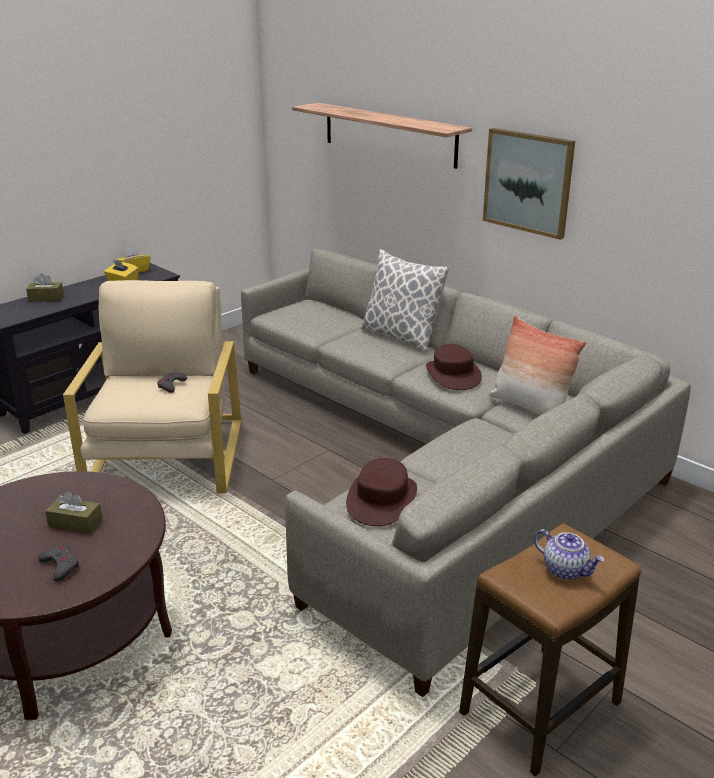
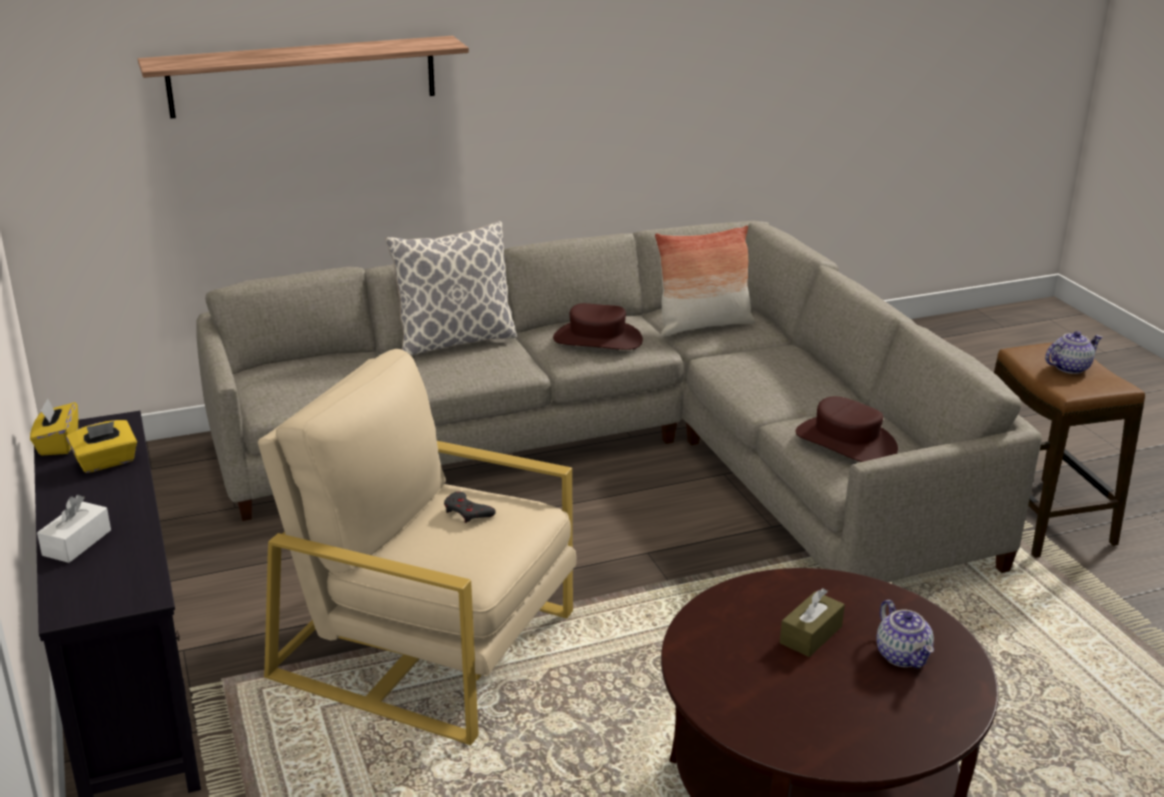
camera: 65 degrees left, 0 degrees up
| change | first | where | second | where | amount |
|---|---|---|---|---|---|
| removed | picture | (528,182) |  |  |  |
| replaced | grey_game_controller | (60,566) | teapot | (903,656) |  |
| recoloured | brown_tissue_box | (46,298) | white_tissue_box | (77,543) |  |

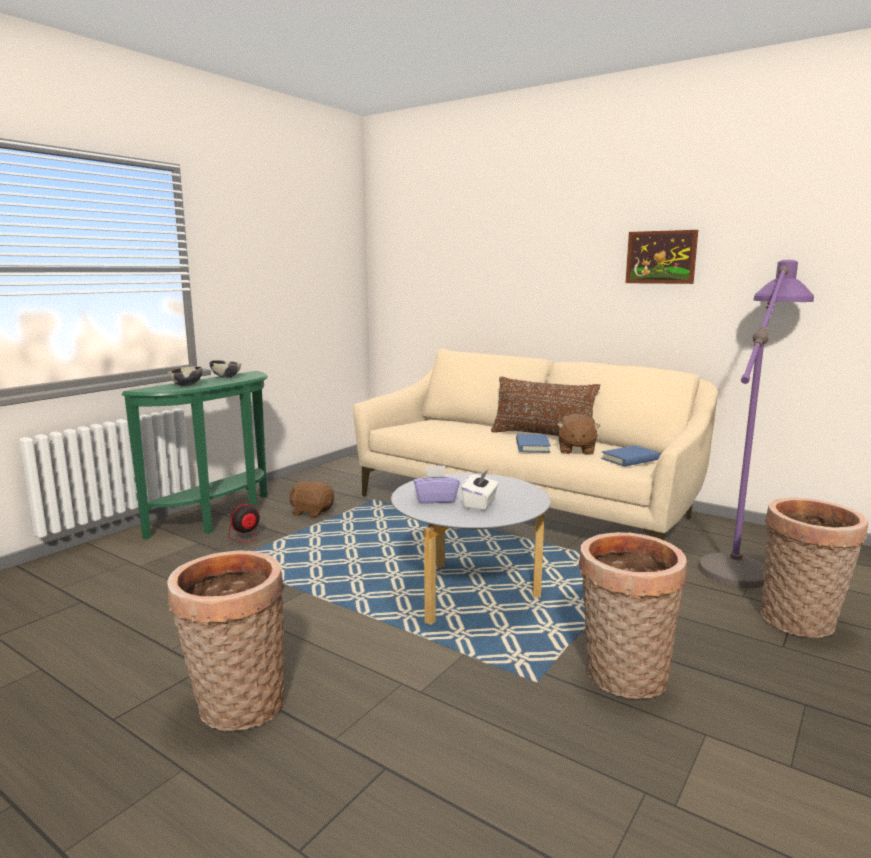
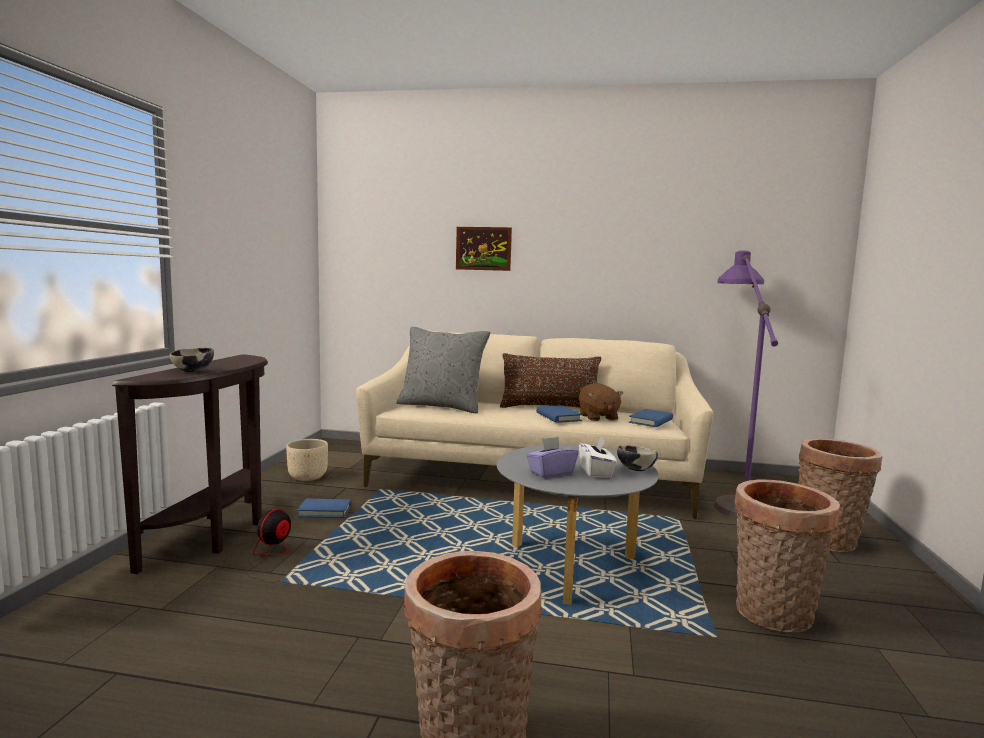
camera: 25 degrees left, 5 degrees down
| change | first | where | second | where | amount |
|---|---|---|---|---|---|
| added |  |  | beige_planter | (308,477) |  |
| added |  |  | grey_pillow | (442,406) |  |
| moved | bowl | (226,377) |  | (635,469) |  |
| moved | picture | (661,257) |  | (483,248) |  |
| replaced | brown_plush_toy | (312,512) | blue_book | (325,511) |  |
| recoloured | green_console_table | (220,519) | brown_console_table | (218,534) |  |

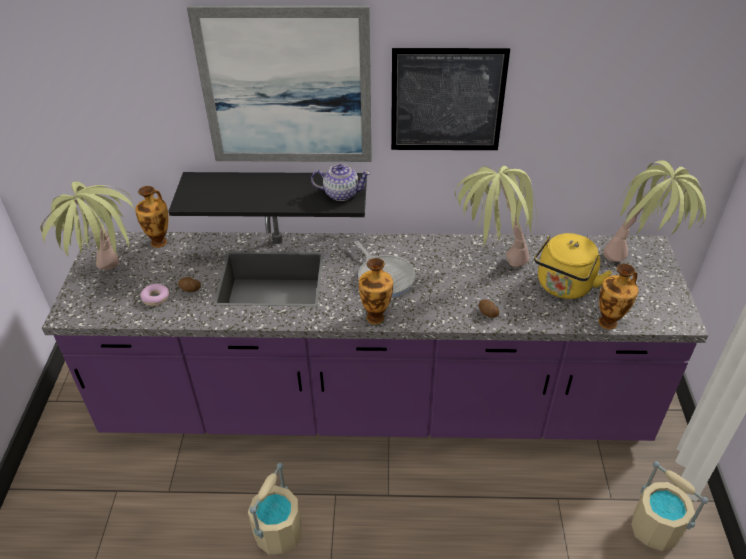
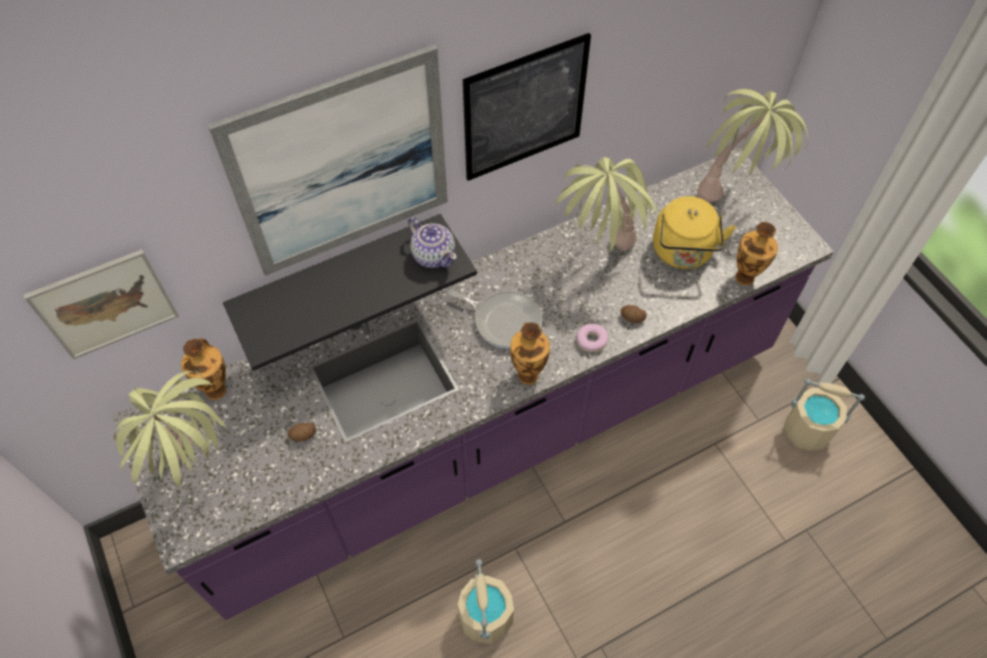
camera: 30 degrees left, 15 degrees up
| change | first | where | second | where | amount |
|---|---|---|---|---|---|
| added |  |  | picture | (105,304) |  |
| moved | donut | (156,298) |  | (591,340) |  |
| turned | teapot | (341,193) |  | (433,255) | 75 degrees clockwise |

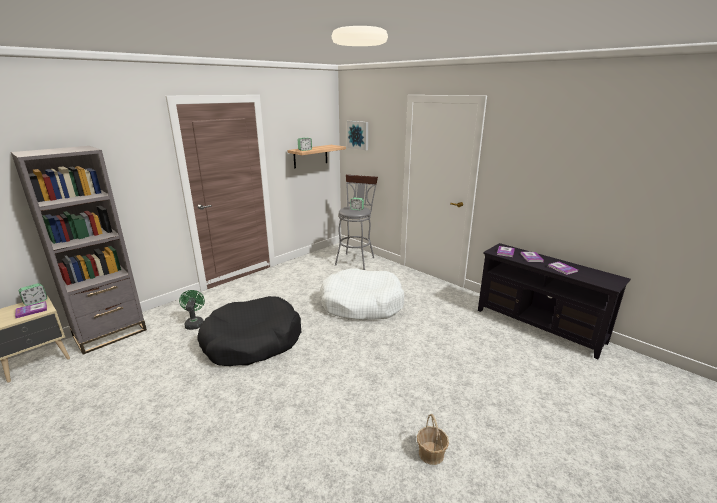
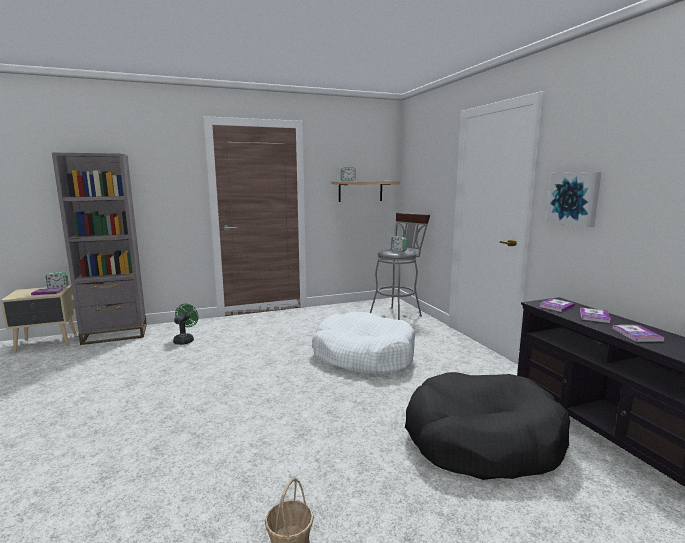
camera: 25 degrees right, 10 degrees down
| change | first | where | second | where | amount |
|---|---|---|---|---|---|
| moved | black_dog_bed | (252,341) |  | (482,440) |  |
| moved | picture | (358,135) |  | (574,198) |  |

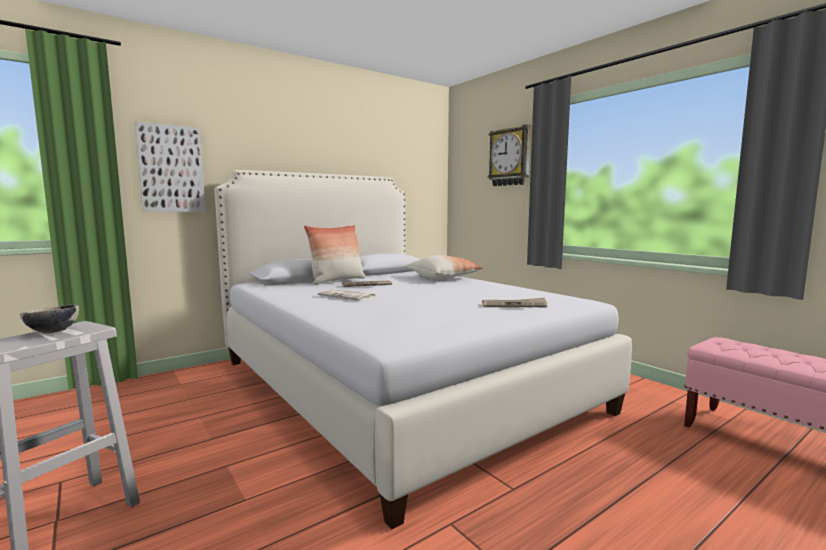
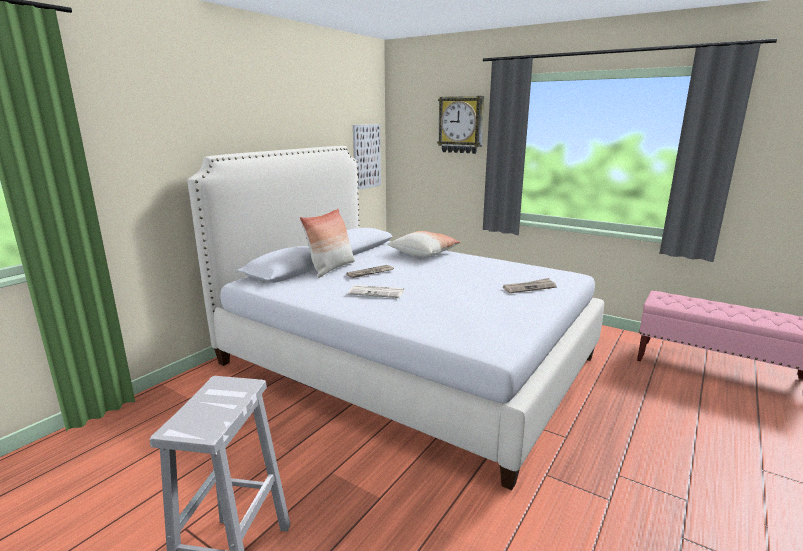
camera: 20 degrees left, 10 degrees up
| change | first | where | second | where | amount |
|---|---|---|---|---|---|
| removed | bowl | (53,332) |  |  |  |
| moved | picture | (171,169) |  | (366,156) |  |

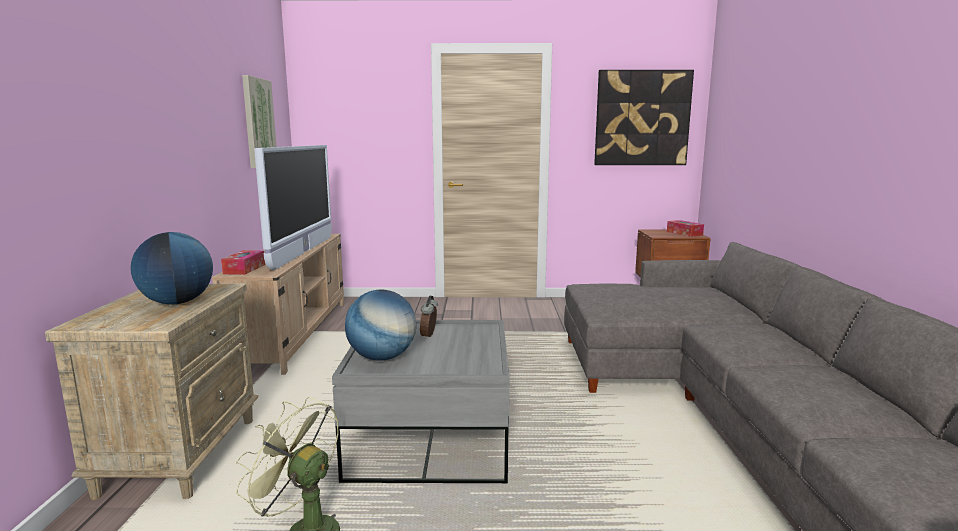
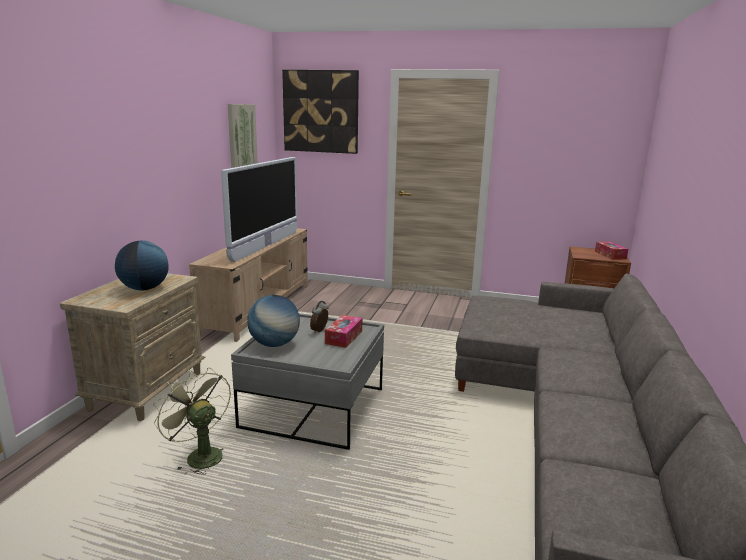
camera: 15 degrees right, 5 degrees up
| change | first | where | second | where | amount |
|---|---|---|---|---|---|
| moved | tissue_box | (244,269) |  | (344,337) |  |
| moved | picture | (642,118) |  | (321,111) |  |

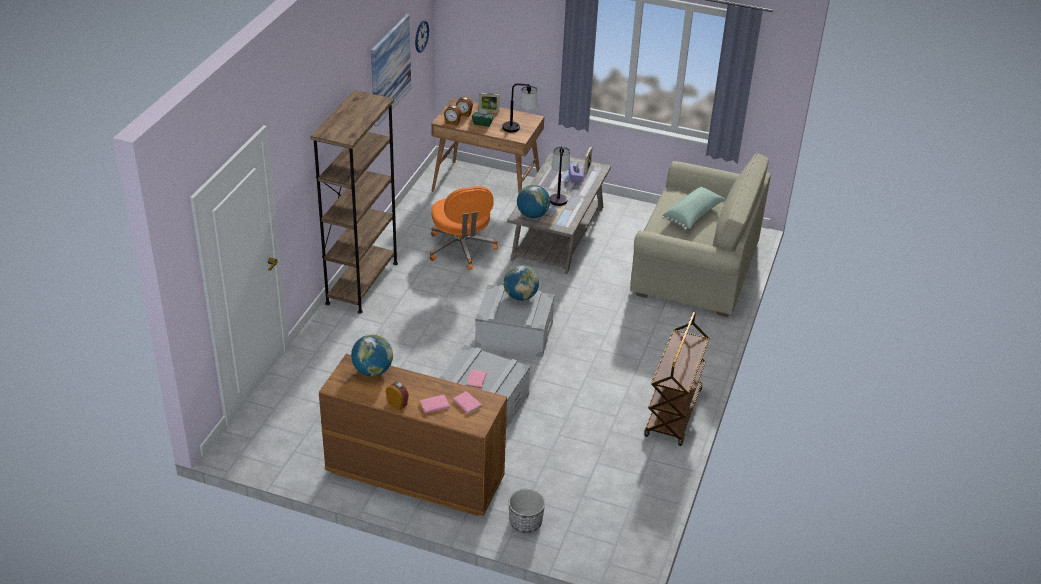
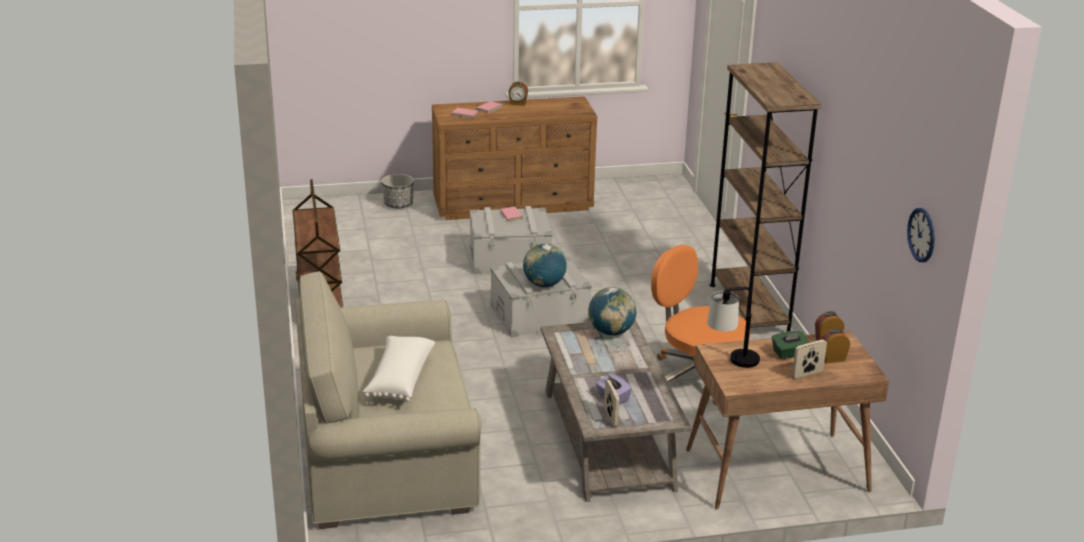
camera: 150 degrees right, 10 degrees down
| change | first | where | second | where | amount |
|---|---|---|---|---|---|
| removed | globe | (372,371) |  |  |  |
| removed | picture | (390,69) |  |  |  |
| removed | table_lamp | (558,196) |  |  |  |
| recoloured | green_pillow | (693,215) | white_pillow | (399,379) |  |

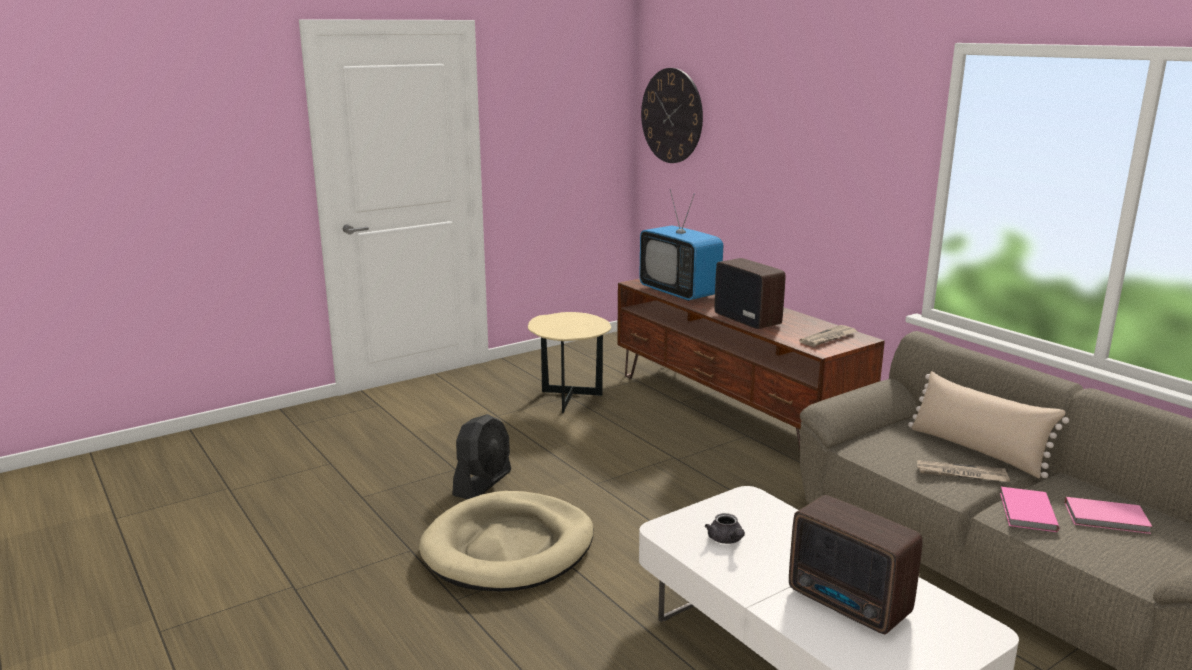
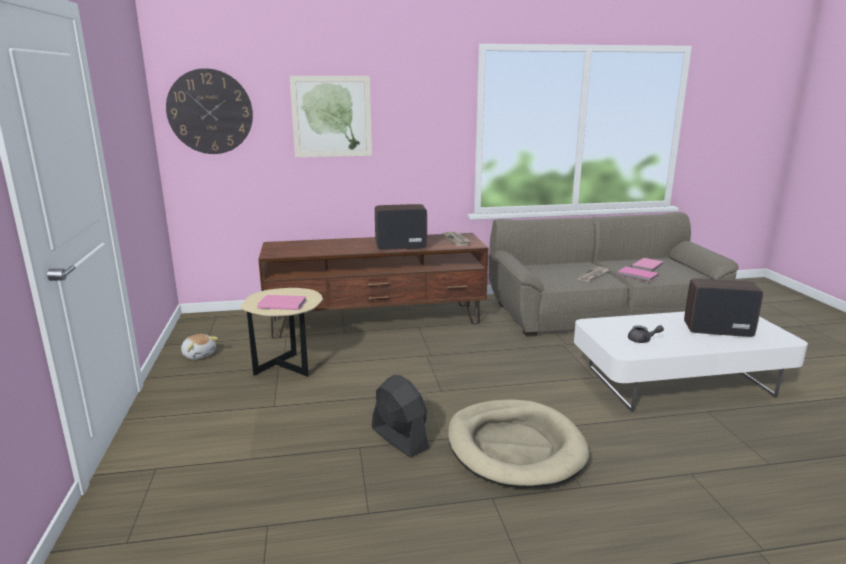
camera: 65 degrees left, 0 degrees up
| change | first | where | second | where | amount |
|---|---|---|---|---|---|
| removed | television | (679,292) |  |  |  |
| removed | beige_pillow | (977,450) |  |  |  |
| added |  |  | plush_toy | (199,354) |  |
| added |  |  | pink_book | (282,304) |  |
| added |  |  | picture | (332,116) |  |
| turned | radio | (849,605) |  | (715,330) | 150 degrees counterclockwise |

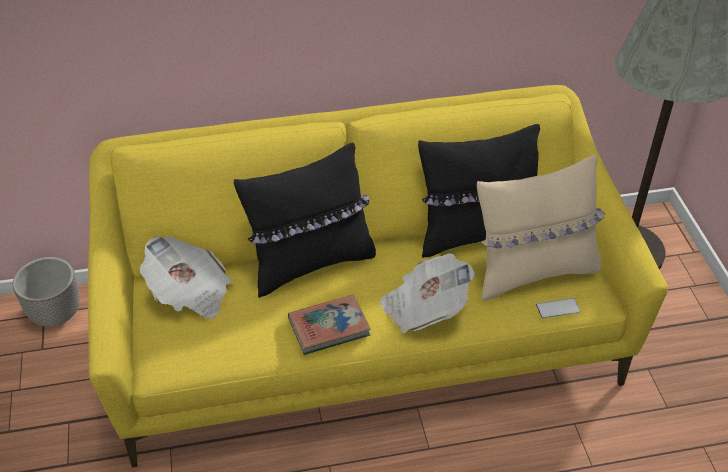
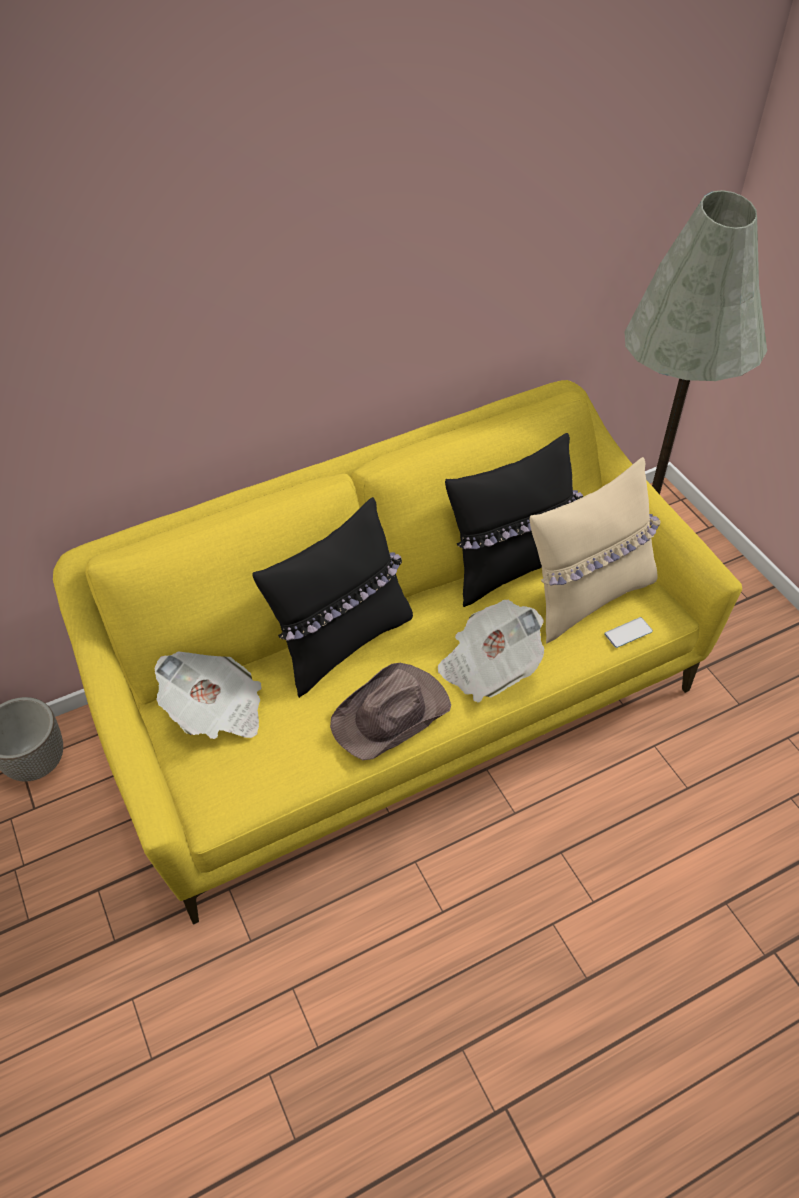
camera: 15 degrees left, 5 degrees up
| change | first | where | second | where | amount |
|---|---|---|---|---|---|
| replaced | book | (329,327) | brown_hat | (392,715) |  |

